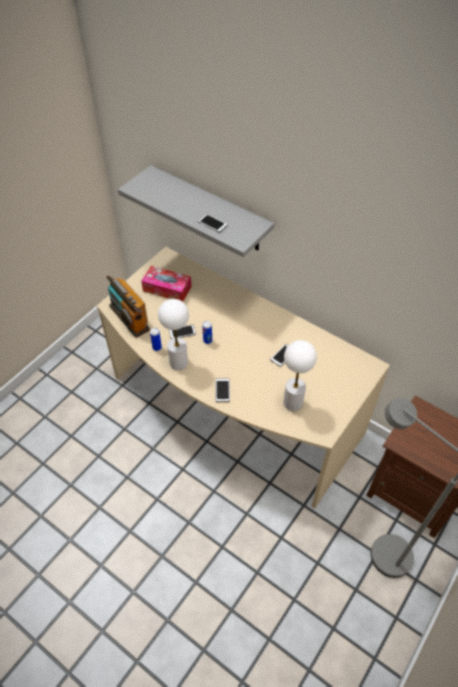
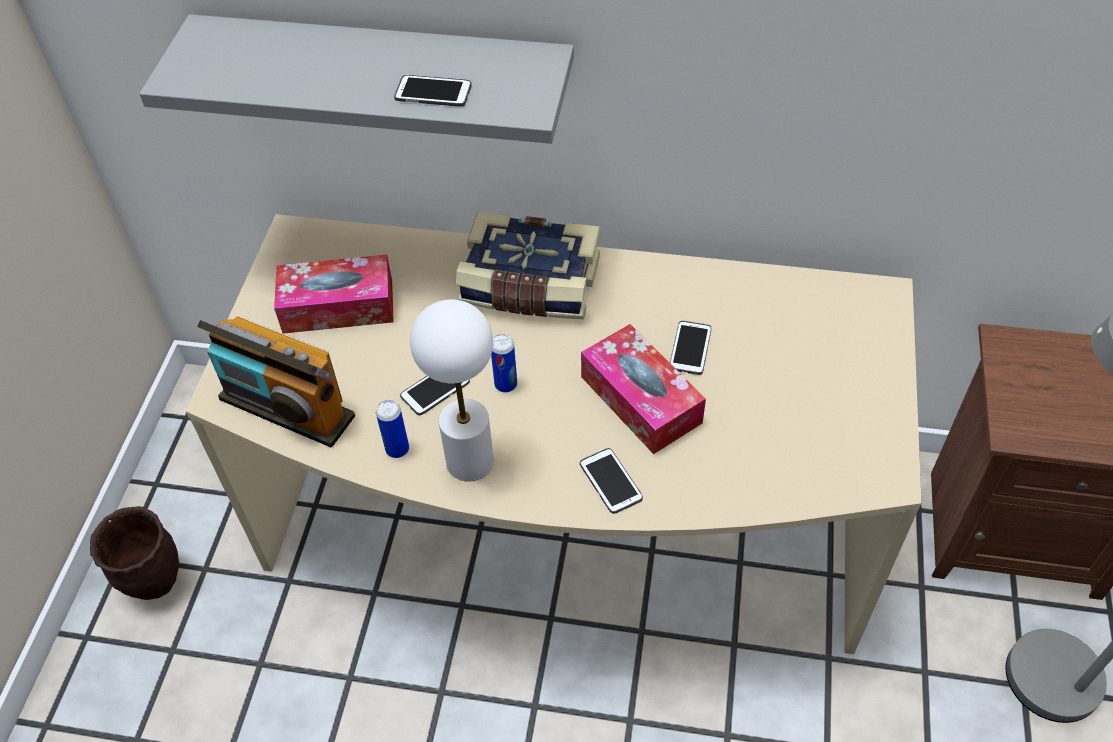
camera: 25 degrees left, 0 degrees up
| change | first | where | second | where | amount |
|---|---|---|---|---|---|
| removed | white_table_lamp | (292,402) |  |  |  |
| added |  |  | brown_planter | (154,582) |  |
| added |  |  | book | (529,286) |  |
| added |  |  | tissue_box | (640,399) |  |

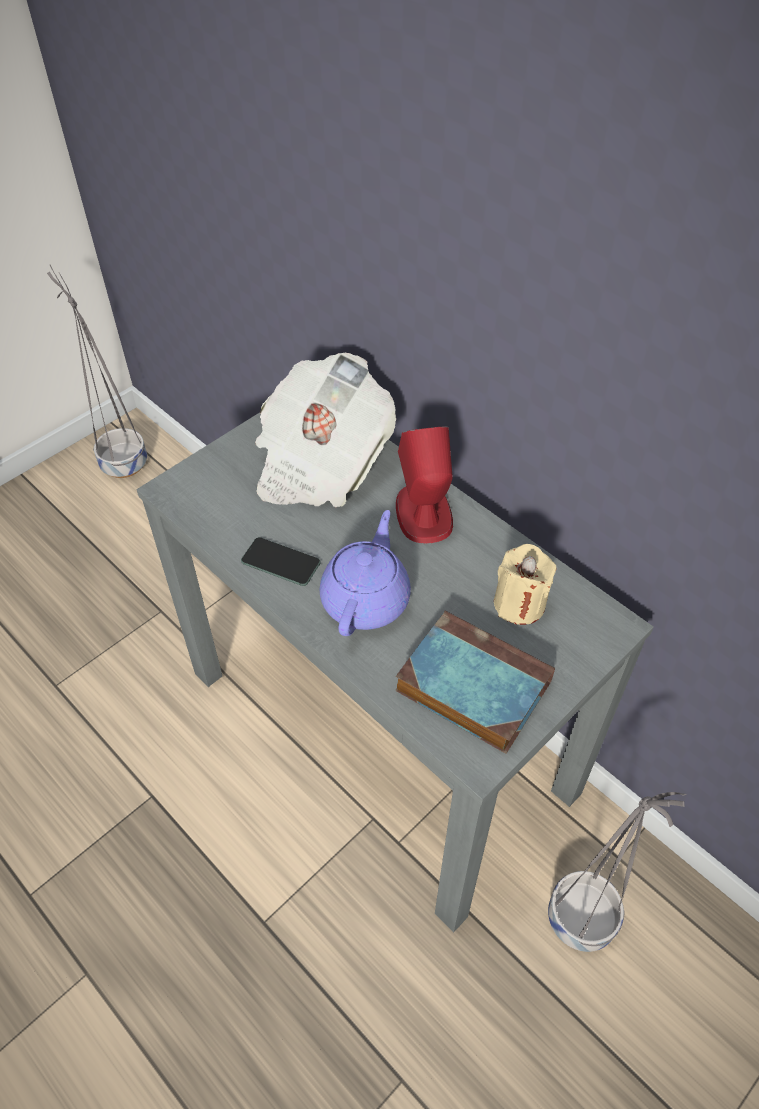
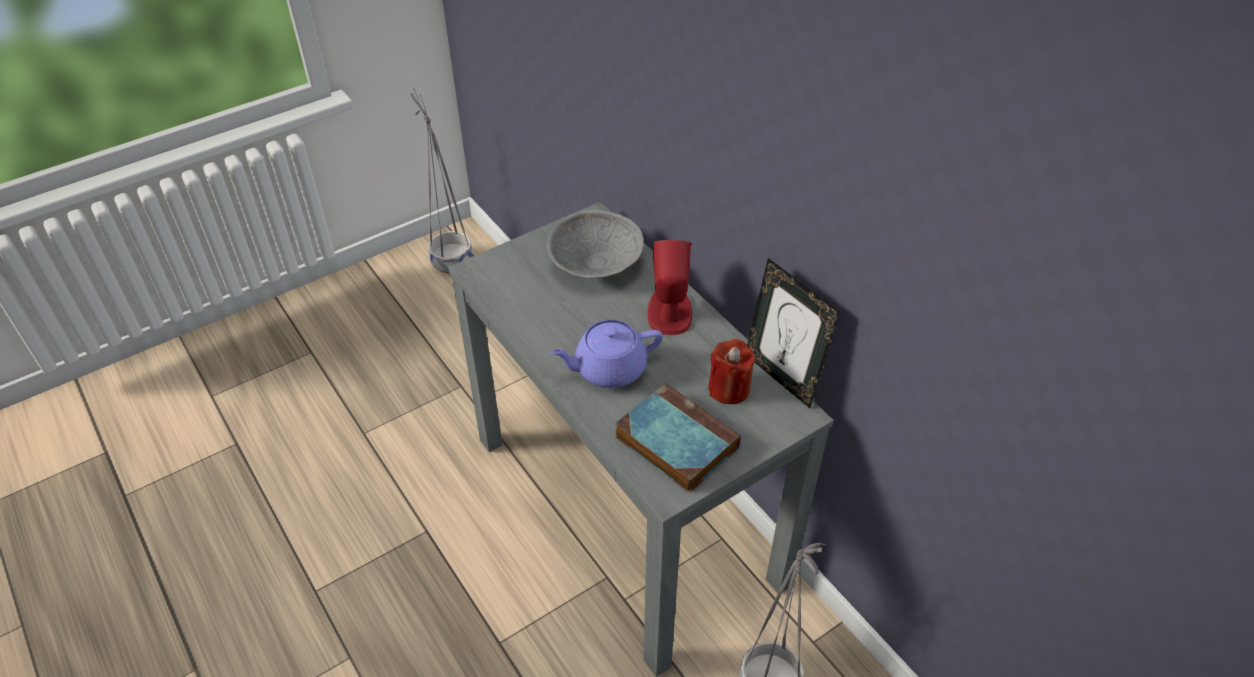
camera: 10 degrees right, 5 degrees down
| change | first | where | second | where | amount |
|---|---|---|---|---|---|
| removed | phone | (280,562) |  |  |  |
| added |  |  | picture_frame | (782,377) |  |
| replaced | newspaper | (319,462) | grey_bowl | (595,264) |  |
| recoloured | beige_candle | (519,604) | red_candle | (729,389) |  |
| turned | purple_teapot | (366,598) |  | (608,369) | 135 degrees counterclockwise |

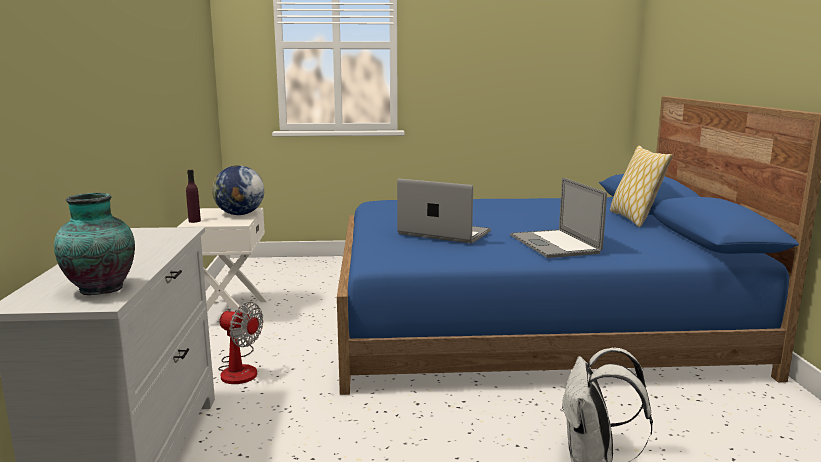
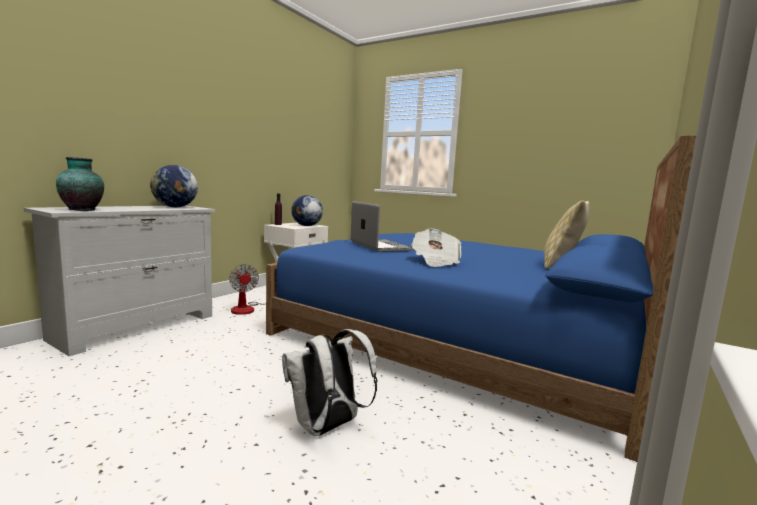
camera: 35 degrees right, 5 degrees down
| change | first | where | second | where | amount |
|---|---|---|---|---|---|
| added |  |  | globe | (175,207) |  |
| replaced | laptop | (554,244) | newspaper | (435,262) |  |

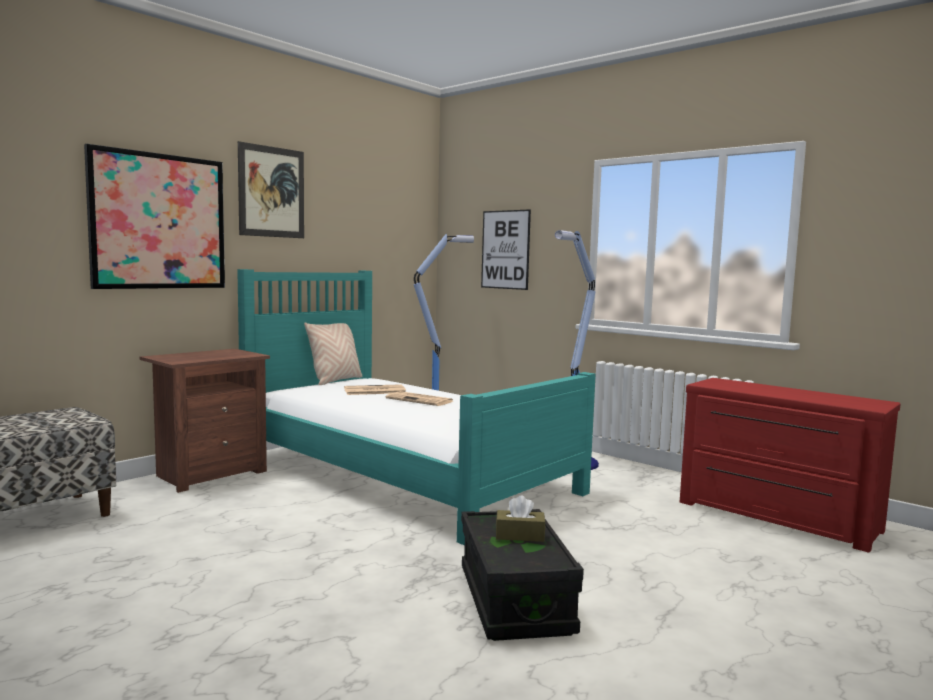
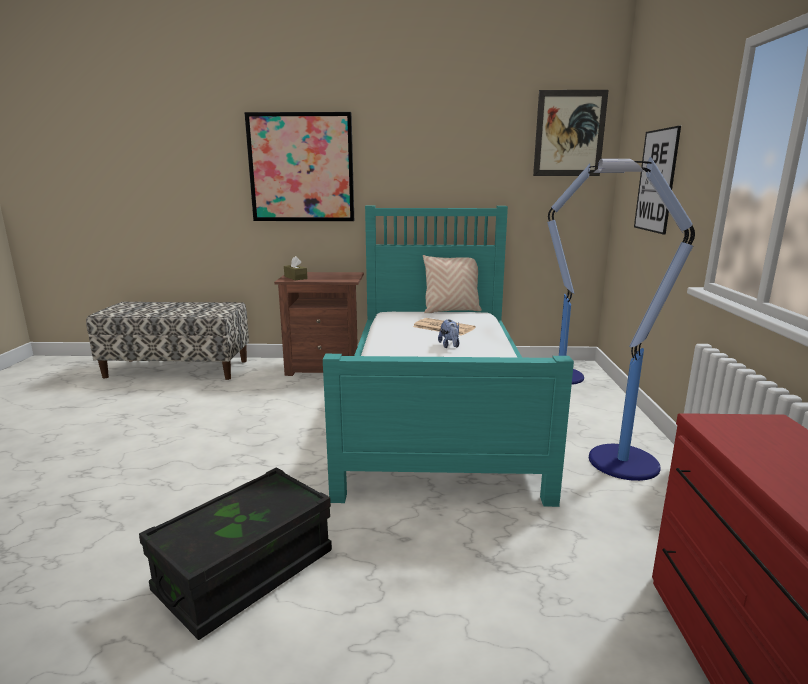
camera: 50 degrees right, 10 degrees up
| change | first | where | second | where | amount |
|---|---|---|---|---|---|
| moved | picture | (271,192) |  | (569,133) |  |
| moved | brown_tissue_box | (520,535) |  | (295,277) |  |
| replaced | newspaper | (420,400) | plush_toy | (449,346) |  |

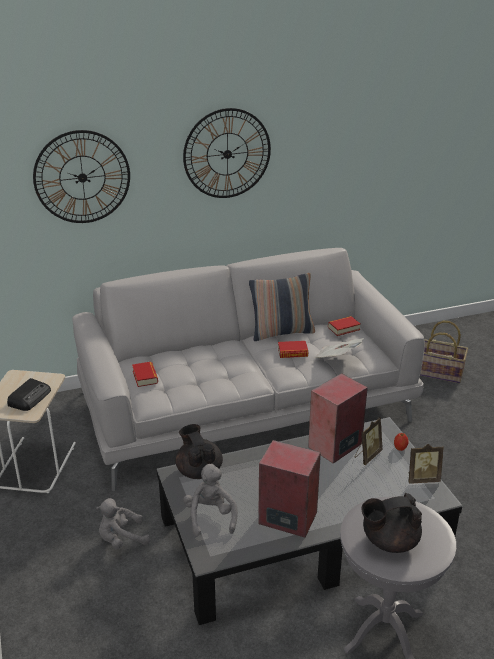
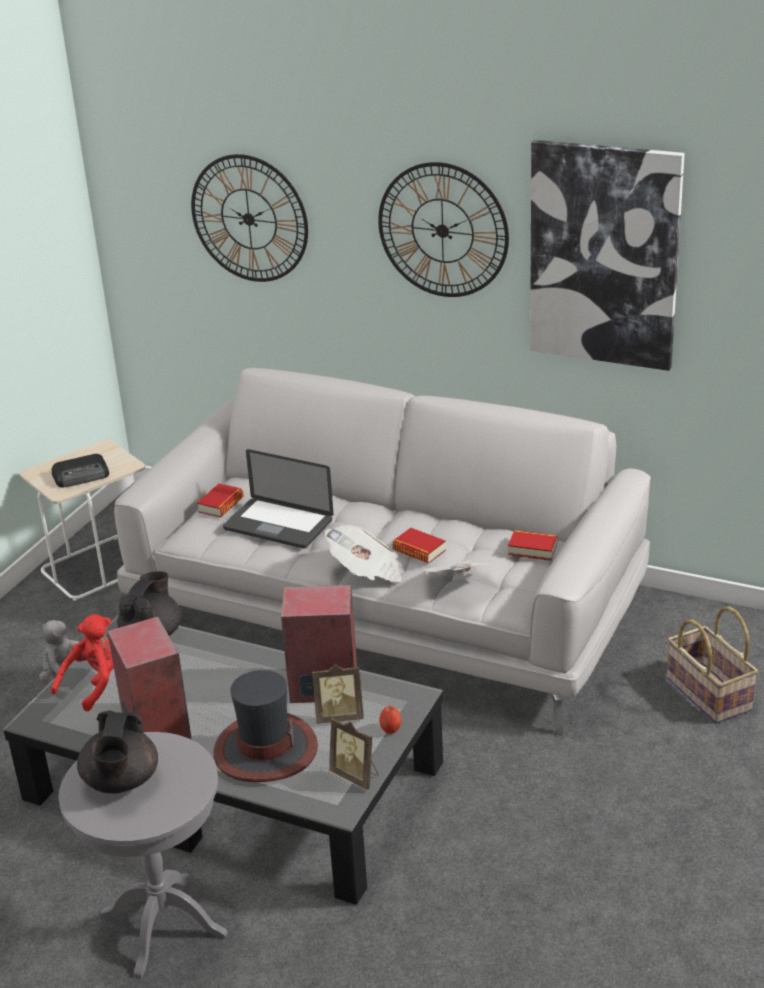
camera: 45 degrees right, 0 degrees up
| change | first | where | second | where | amount |
|---|---|---|---|---|---|
| removed | pillow | (281,332) |  |  |  |
| added |  |  | hat | (265,750) |  |
| added |  |  | laptop | (278,525) |  |
| added |  |  | newspaper | (366,572) |  |
| added |  |  | picture | (604,255) |  |
| recoloured | grey_plush_toy | (210,517) | red_plush_toy | (94,684) |  |
| turned | black_teapot | (389,541) |  | (121,782) | 120 degrees counterclockwise |

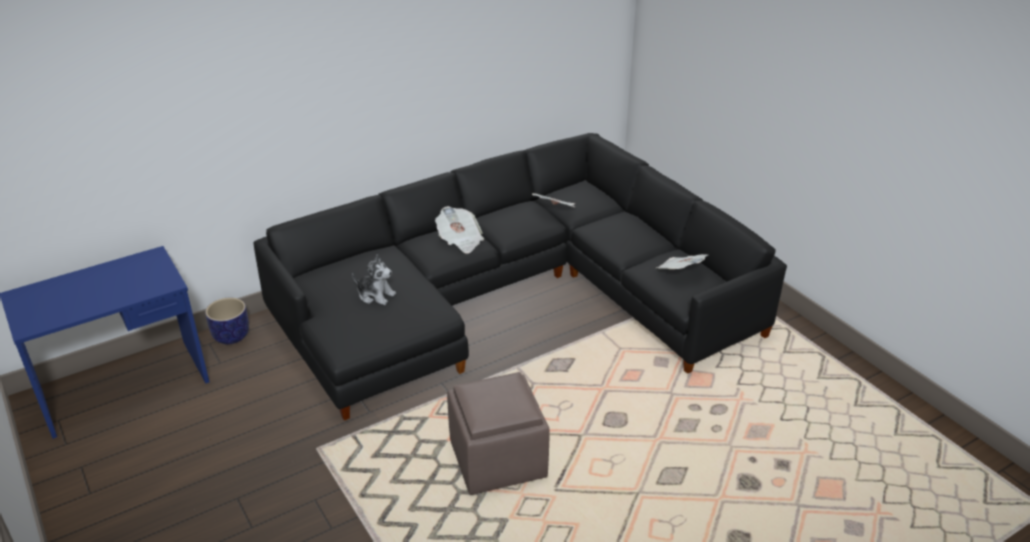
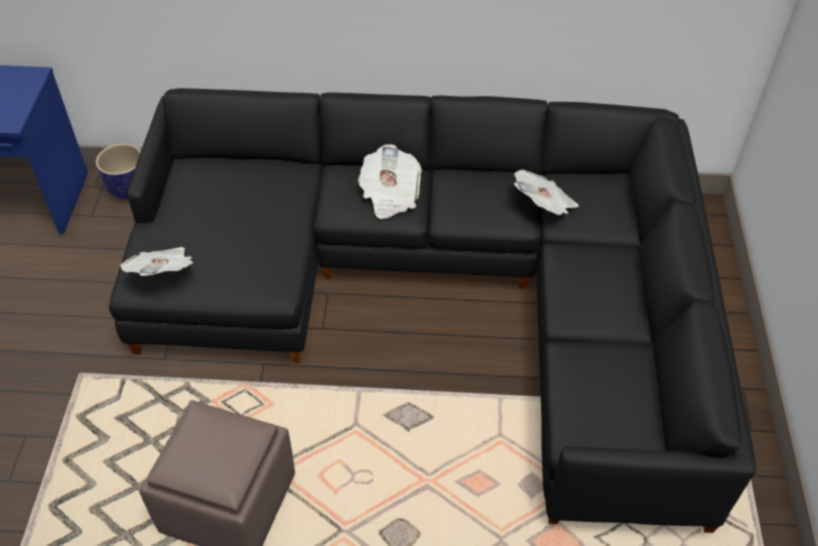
camera: 35 degrees right, 15 degrees up
| change | first | where | second | where | amount |
|---|---|---|---|---|---|
| removed | plush_toy | (375,295) |  |  |  |
| moved | newspaper | (680,272) |  | (163,273) |  |

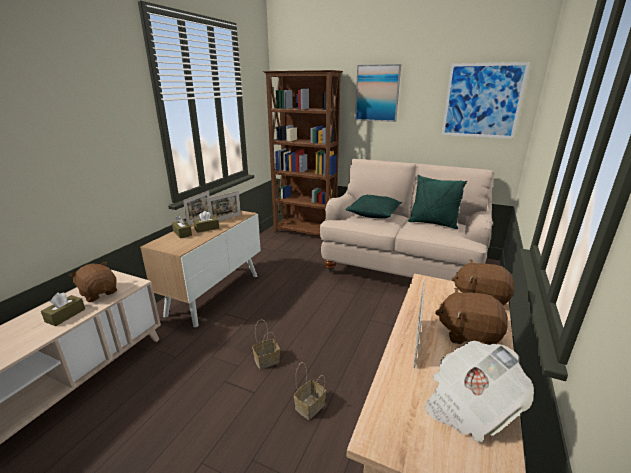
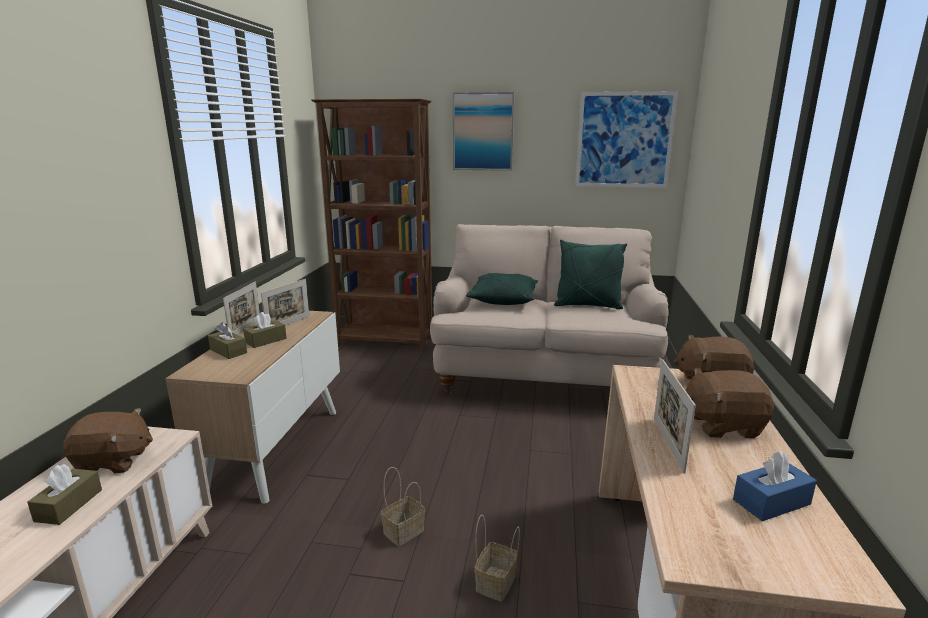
camera: 15 degrees left, 5 degrees down
| change | first | where | second | where | amount |
|---|---|---|---|---|---|
| replaced | newspaper | (469,405) | blue_tissue_box | (771,502) |  |
| turned | brown_plush_toy | (99,293) |  | (114,462) | 150 degrees clockwise |

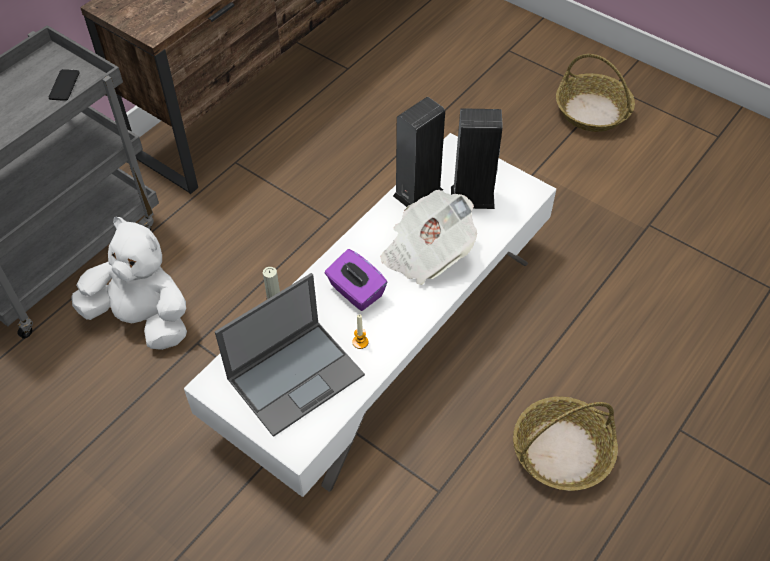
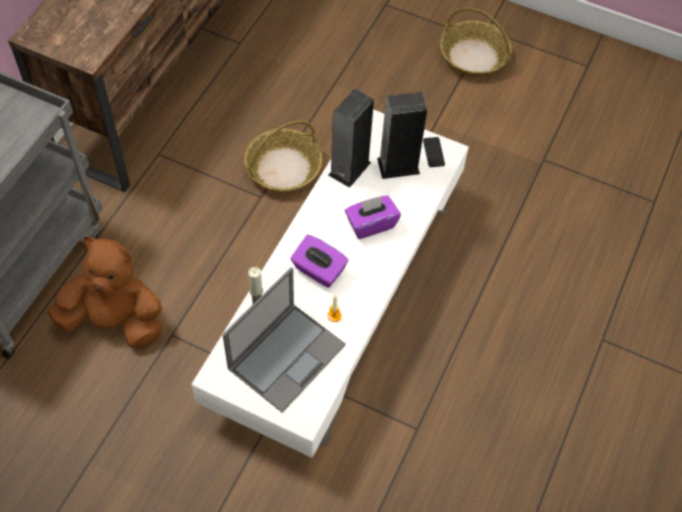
camera: 15 degrees left, 5 degrees up
| change | first | where | second | where | amount |
|---|---|---|---|---|---|
| moved | phone | (64,85) |  | (433,152) |  |
| moved | basket | (562,451) |  | (283,168) |  |
| replaced | newspaper | (426,252) | purple_tissue_box | (371,224) |  |
| recoloured | white_plush_toy | (143,319) | brown_plush_toy | (115,320) |  |

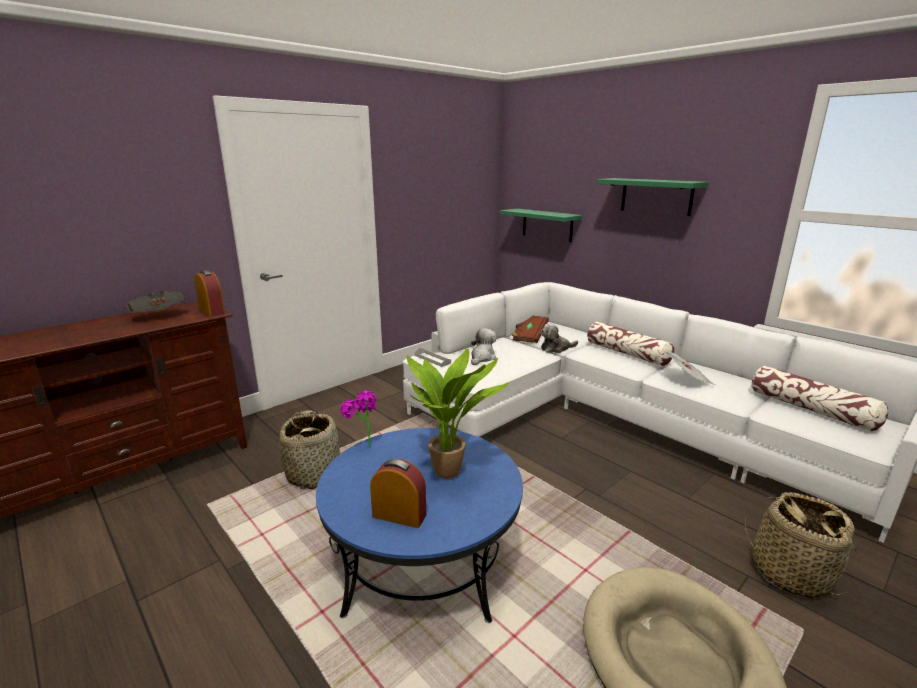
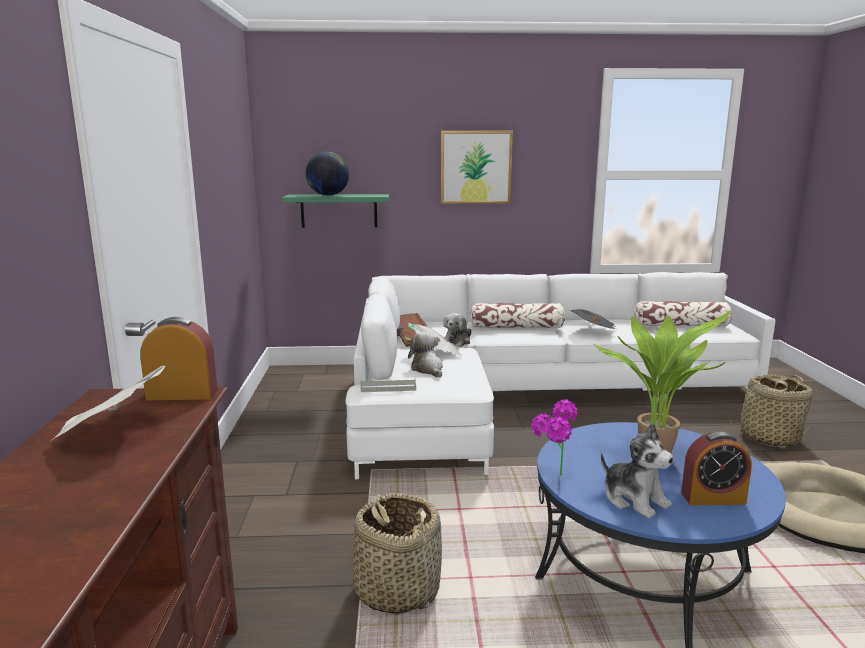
camera: 50 degrees left, 5 degrees down
| change | first | where | second | where | amount |
|---|---|---|---|---|---|
| added |  |  | globe | (328,195) |  |
| added |  |  | newspaper | (437,353) |  |
| added |  |  | plush_toy | (634,499) |  |
| replaced | green_shelf | (656,196) | picture | (476,167) |  |
| turned | alarm_clock | (399,515) |  | (713,498) | 150 degrees counterclockwise |

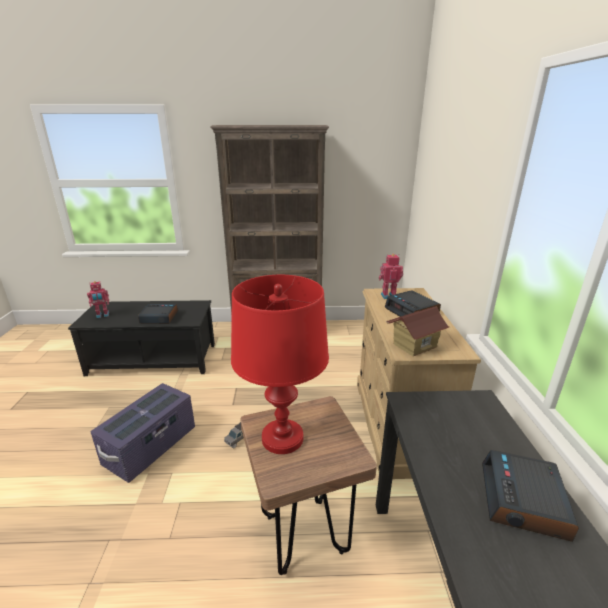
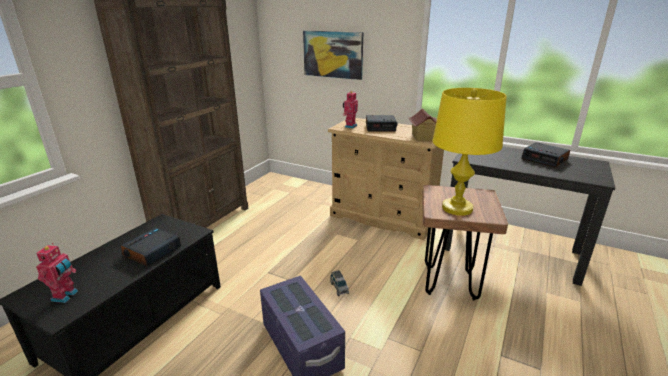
camera: 60 degrees left, 0 degrees up
| change | first | where | second | where | amount |
|---|---|---|---|---|---|
| added |  |  | picture | (333,54) |  |
| recoloured | red_table_lamp | (282,438) | yellow_table_lamp | (457,208) |  |

